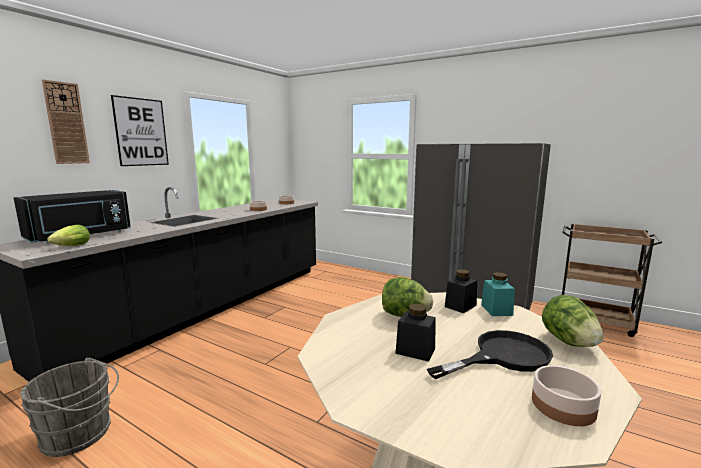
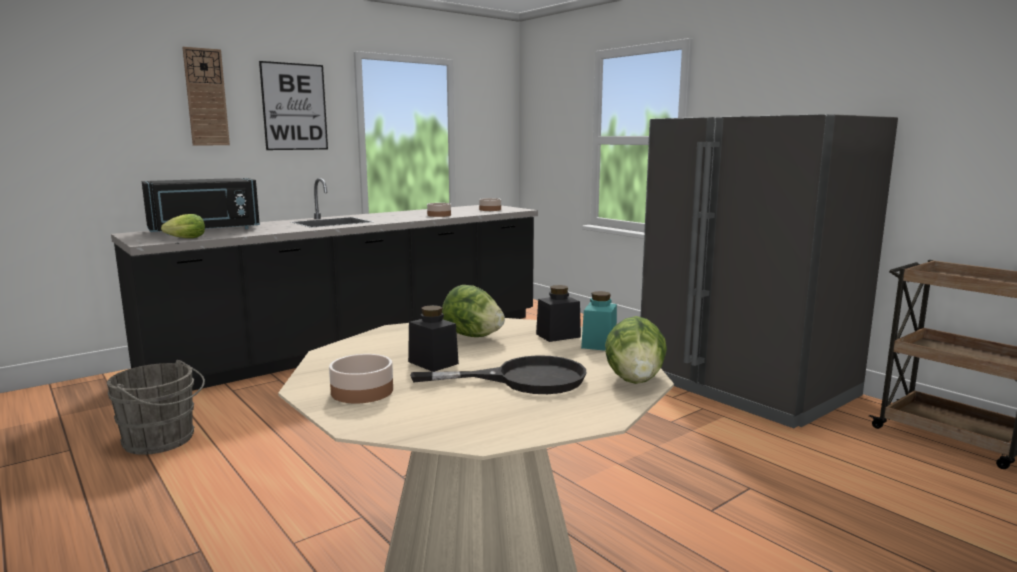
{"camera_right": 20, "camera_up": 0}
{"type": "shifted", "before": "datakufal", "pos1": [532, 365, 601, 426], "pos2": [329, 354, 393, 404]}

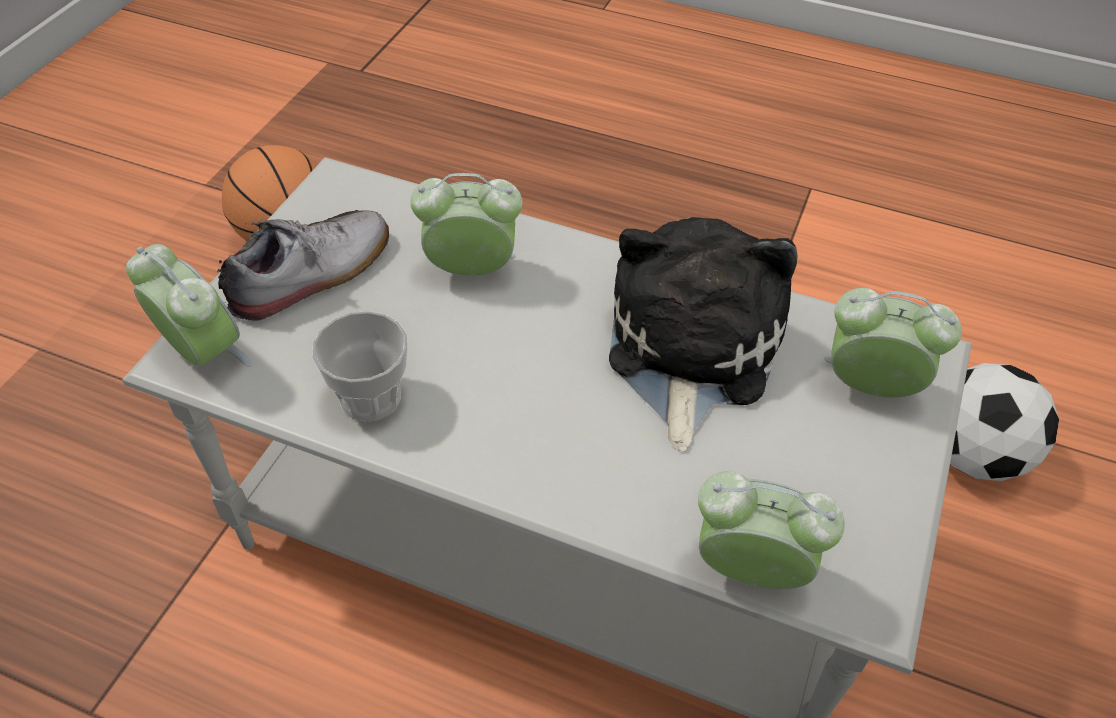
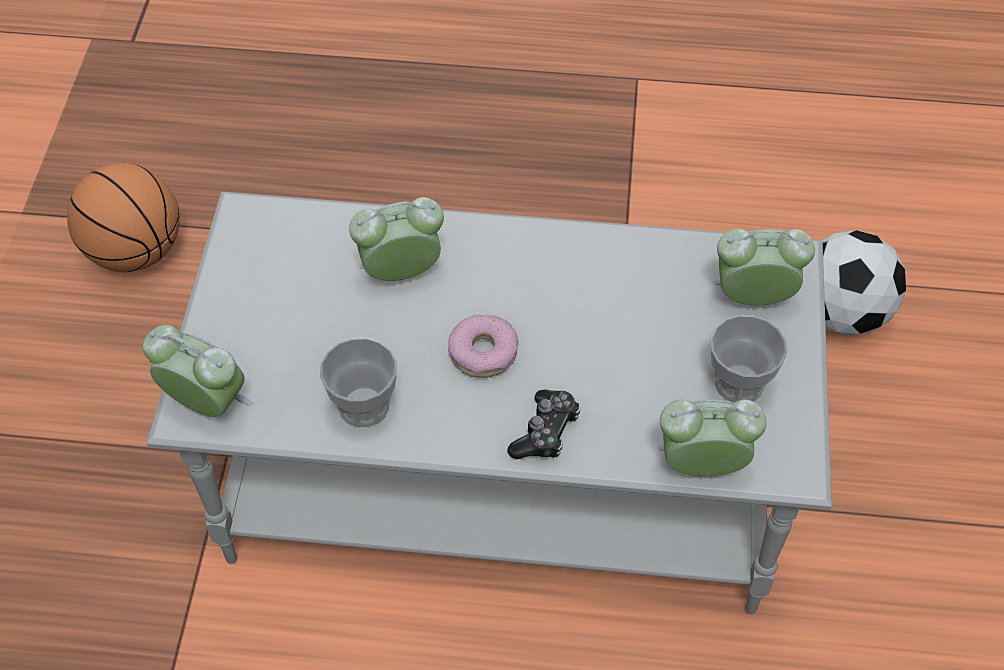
{"camera_right": -15, "camera_up": 5}
{"type": "new", "after": "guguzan", "pos2": [448, 315, 519, 378]}
{"type": "new", "after": "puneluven", "pos2": [507, 389, 581, 459]}
{"type": "new", "after": "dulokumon", "pos2": [710, 315, 787, 402]}
{"type": "gone", "before": "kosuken", "pos1": [217, 210, 389, 322]}
{"type": "gone", "before": "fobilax", "pos1": [609, 217, 797, 451]}

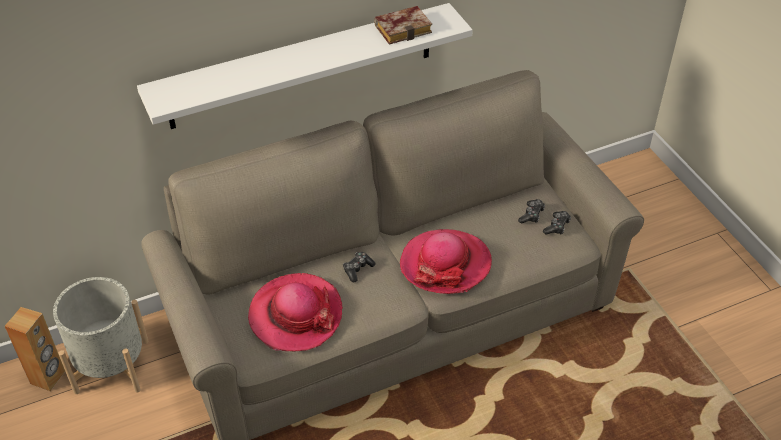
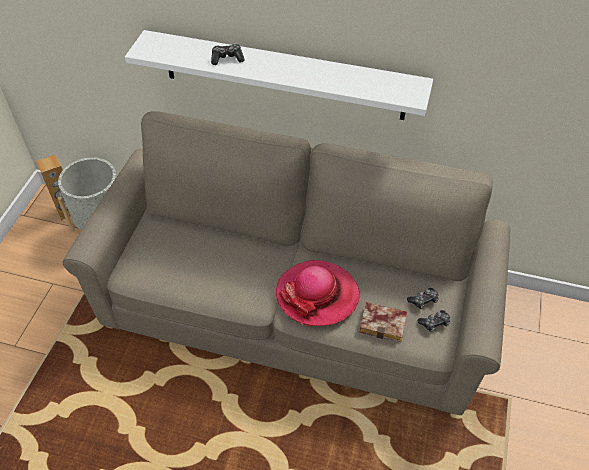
{"camera_right": 40, "camera_up": 5}
{"type": "shifted", "before": "puneluven", "pos1": [343, 252, 376, 282], "pos2": [211, 44, 245, 65]}
{"type": "shifted", "before": "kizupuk", "pos1": [374, 6, 432, 45], "pos2": [359, 302, 407, 342]}
{"type": "gone", "before": "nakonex", "pos1": [248, 273, 343, 351]}

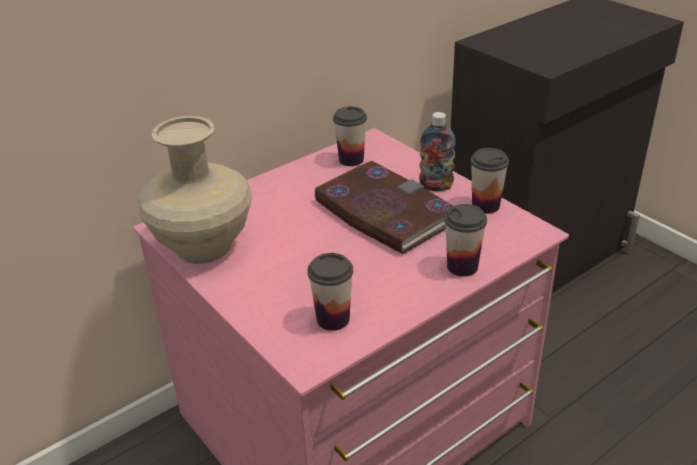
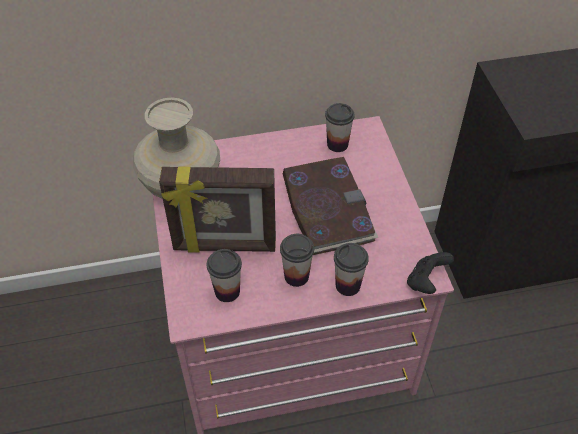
{"camera_right": 25, "camera_up": 15}
{"type": "new", "after": "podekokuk", "pos2": [159, 167, 276, 253]}
{"type": "shifted", "before": "dulokumon", "pos1": [470, 148, 509, 214], "pos2": [280, 234, 314, 287]}
{"type": "new", "after": "puneluven (black)", "pos2": [407, 252, 454, 294]}
{"type": "gone", "before": "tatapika", "pos1": [419, 112, 456, 191]}

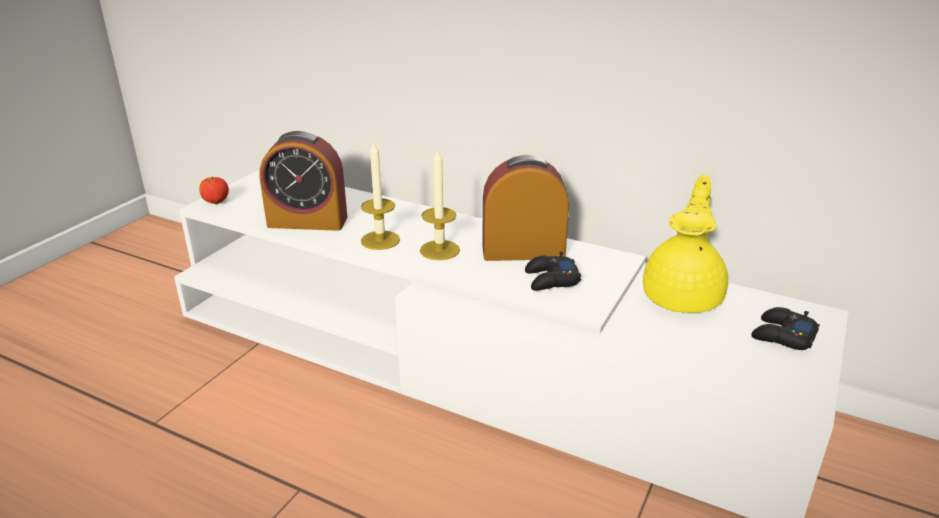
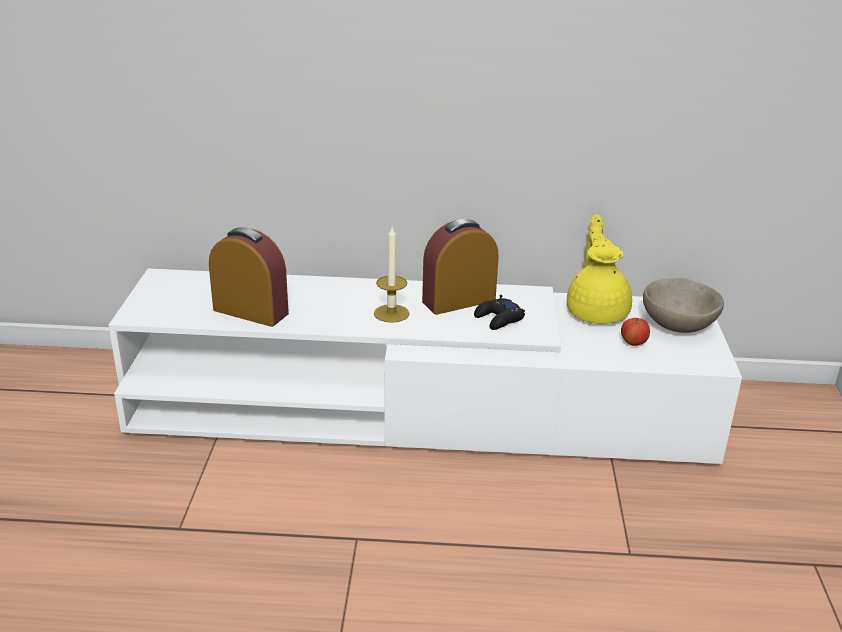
{"camera_right": -25, "camera_up": 0}
{"type": "rotated", "before": "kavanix", "pos1": [260, 131, 347, 231], "pos2": [209, 227, 289, 327], "turn": -135}
{"type": "shifted", "before": "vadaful", "pos1": [199, 176, 229, 204], "pos2": [621, 318, 650, 346]}
{"type": "swapped", "before": "puneluven (black)", "after": "datakufal (beige)", "pos1": [751, 307, 820, 350], "pos2": [643, 278, 724, 333]}
{"type": "gone", "before": "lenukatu", "pos1": [361, 141, 400, 250]}

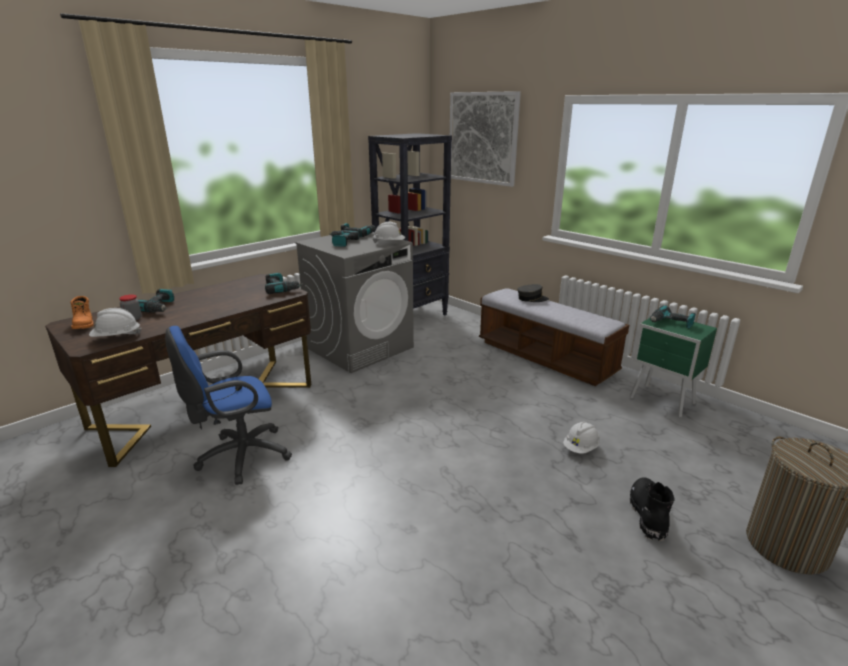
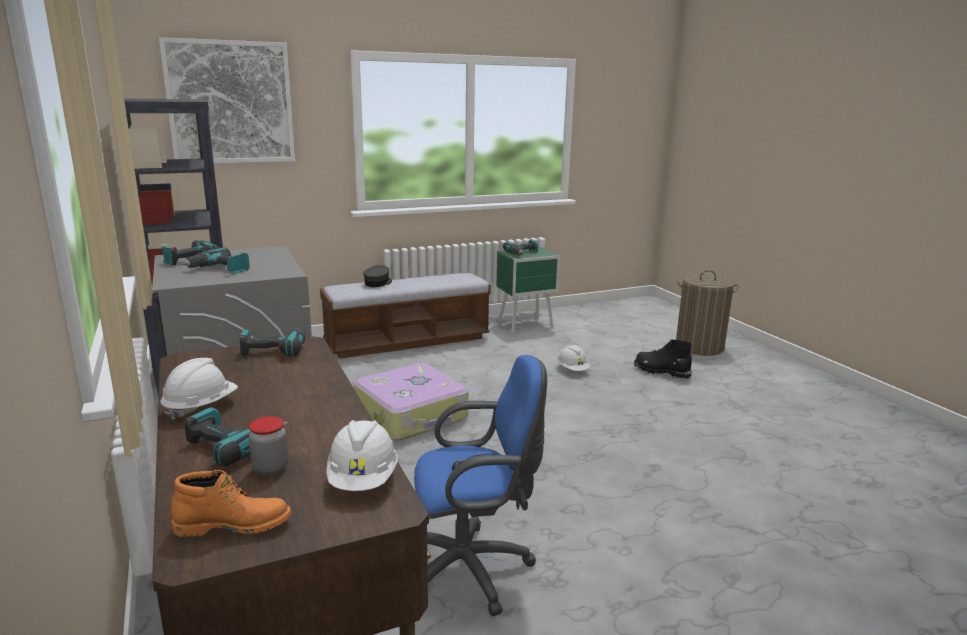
{"camera_right": -70, "camera_up": -5}
{"type": "shifted", "before": "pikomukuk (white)", "pos1": [373, 222, 405, 243], "pos2": [160, 358, 238, 421]}
{"type": "new", "after": "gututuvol", "pos2": [354, 363, 468, 440]}
{"type": "rotated", "before": "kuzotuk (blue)", "pos1": [165, 326, 292, 485], "pos2": [414, 355, 547, 616], "turn": -90}

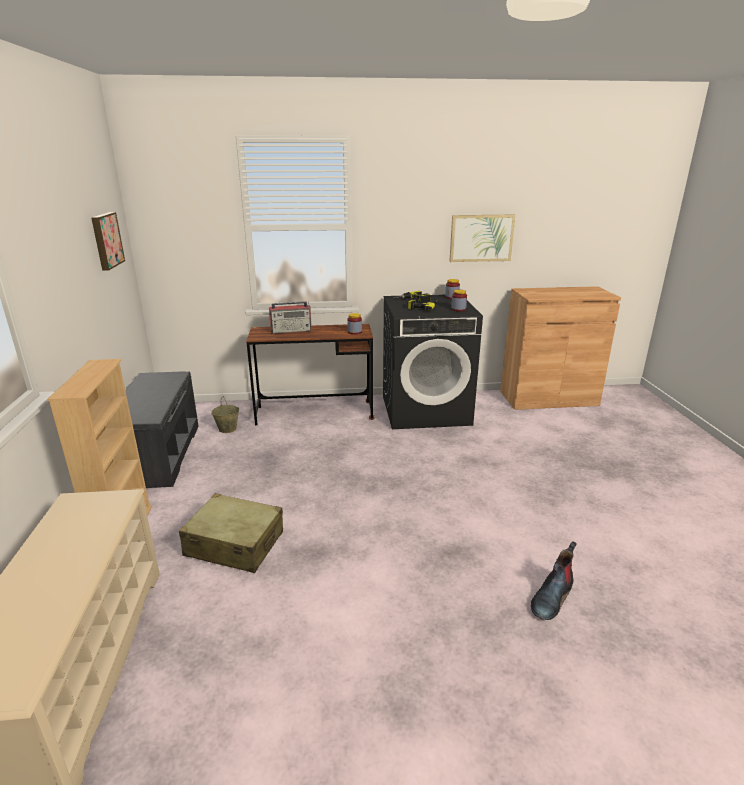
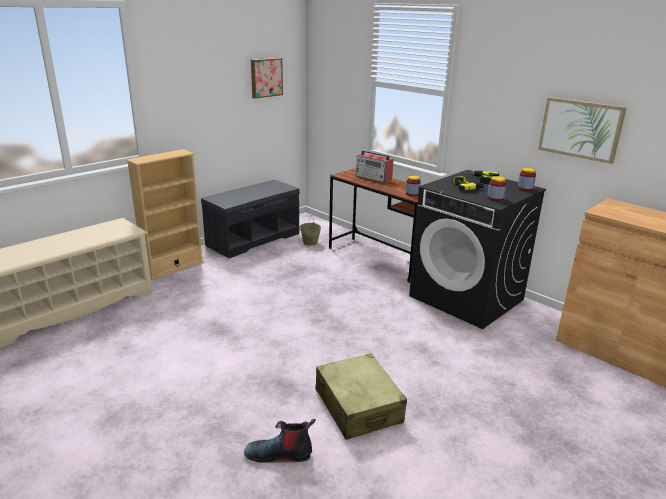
{"camera_right": 50, "camera_up": 0}
{"type": "shifted", "before": "gututuvol (beige)", "pos1": [179, 493, 283, 573], "pos2": [316, 354, 407, 440]}

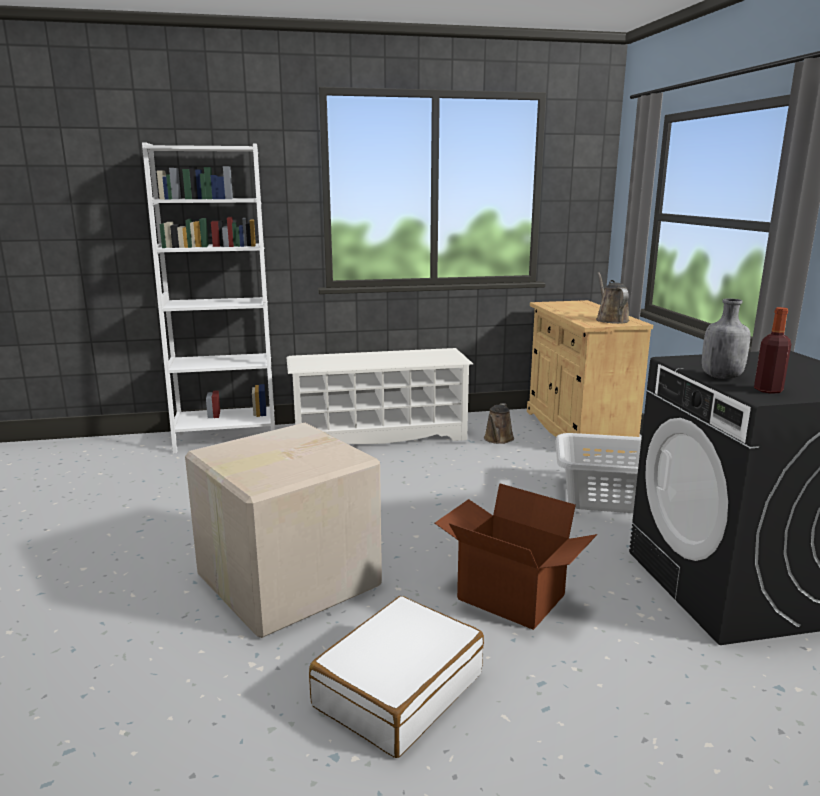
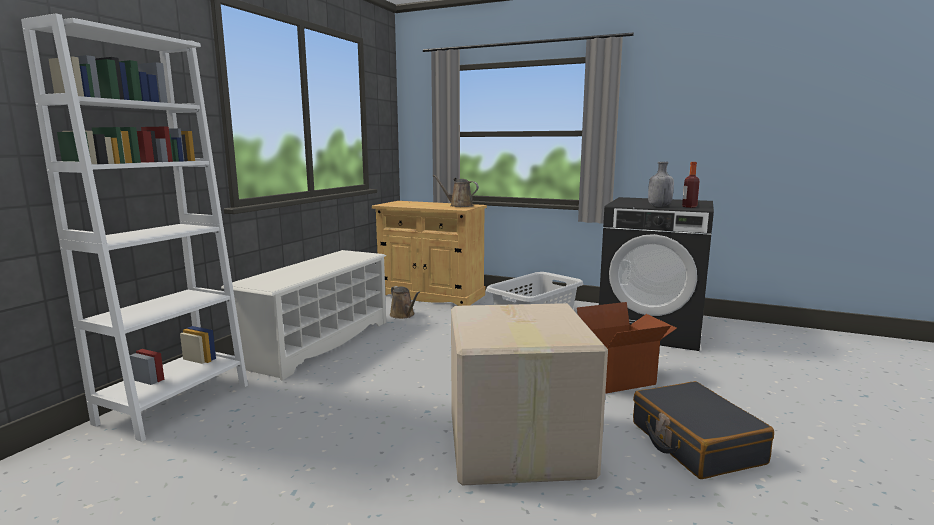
{"camera_right": -55, "camera_up": -5}
{"type": "repainted", "before": "gututuvol (white)", "after": "gututuvol (black)", "pos1": [309, 596, 484, 758], "pos2": [633, 381, 774, 479]}

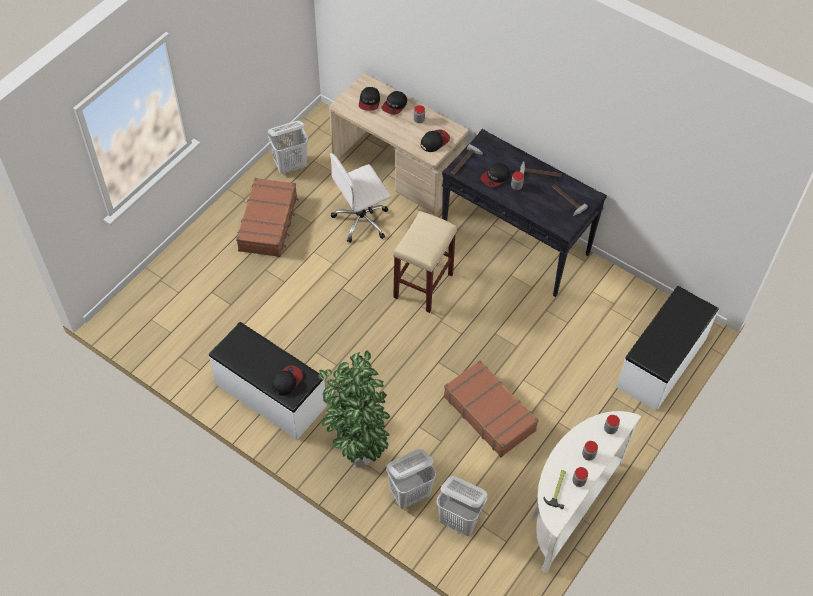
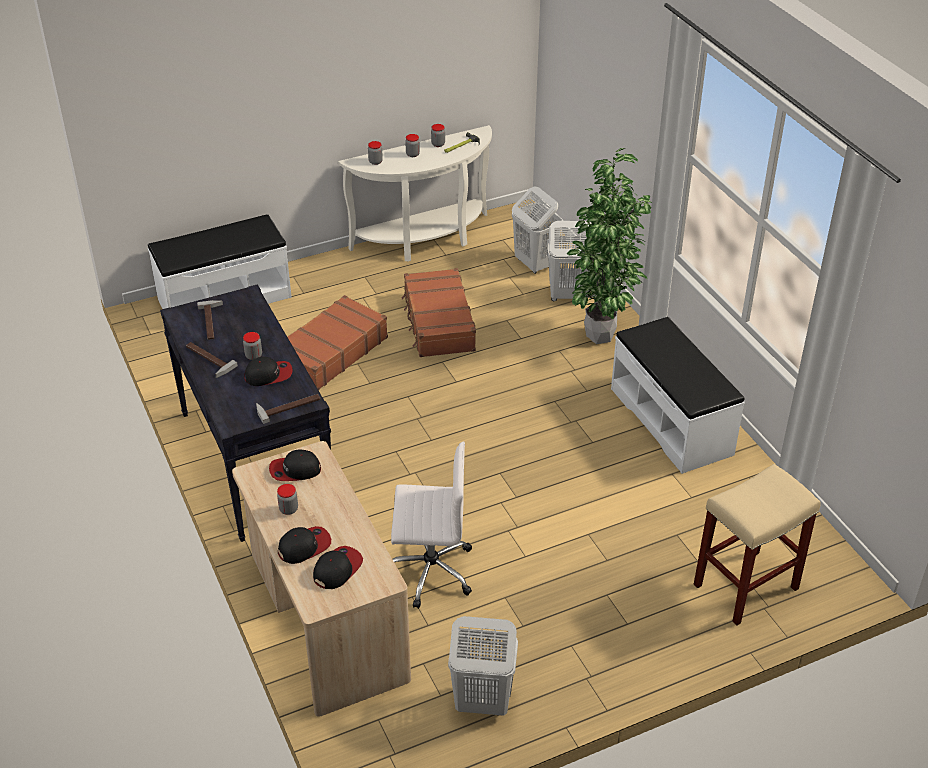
{"camera_right": -150, "camera_up": -15}
{"type": "shifted", "before": "gututuvol (brown)", "pos1": [236, 178, 299, 257], "pos2": [288, 295, 388, 390]}
{"type": "shifted", "before": "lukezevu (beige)", "pos1": [393, 211, 457, 313], "pos2": [694, 464, 820, 625]}
{"type": "gone", "before": "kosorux", "pos1": [272, 365, 303, 396]}

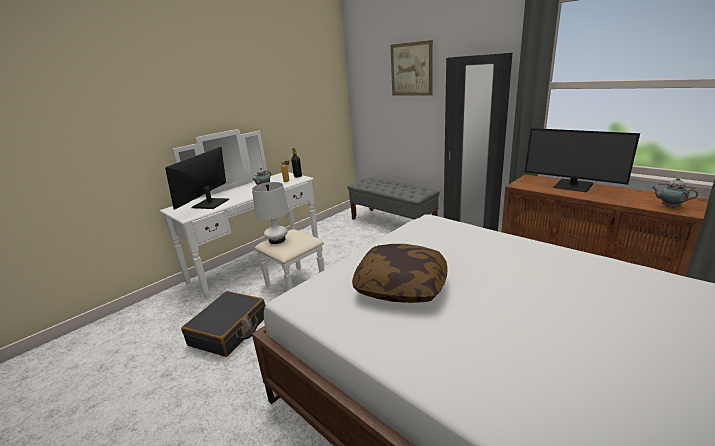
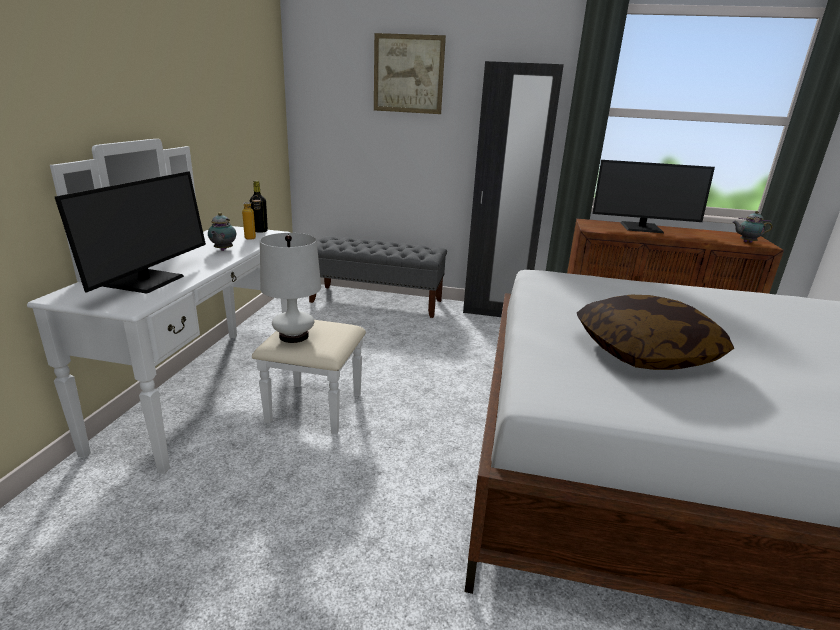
{"camera_right": -35, "camera_up": 0}
{"type": "rotated", "before": "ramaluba", "pos1": [165, 147, 229, 210], "pos2": [55, 171, 206, 294], "turn": -150}
{"type": "gone", "before": "gututuvol (black)", "pos1": [181, 291, 265, 357]}

